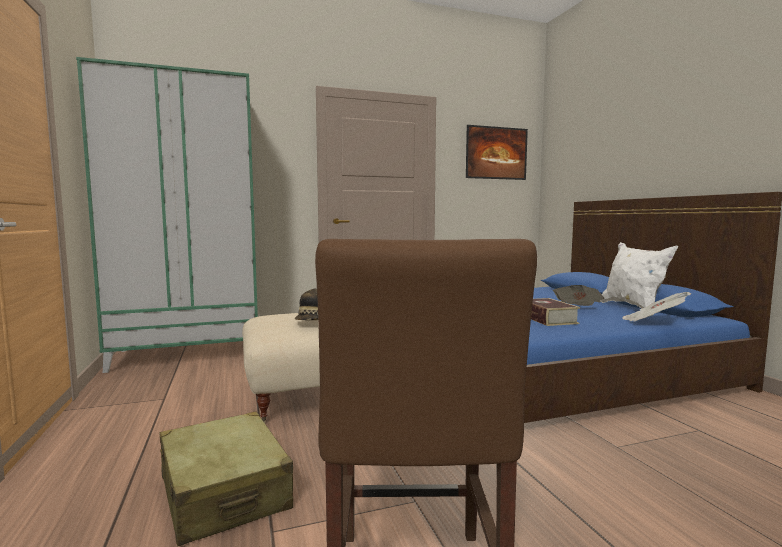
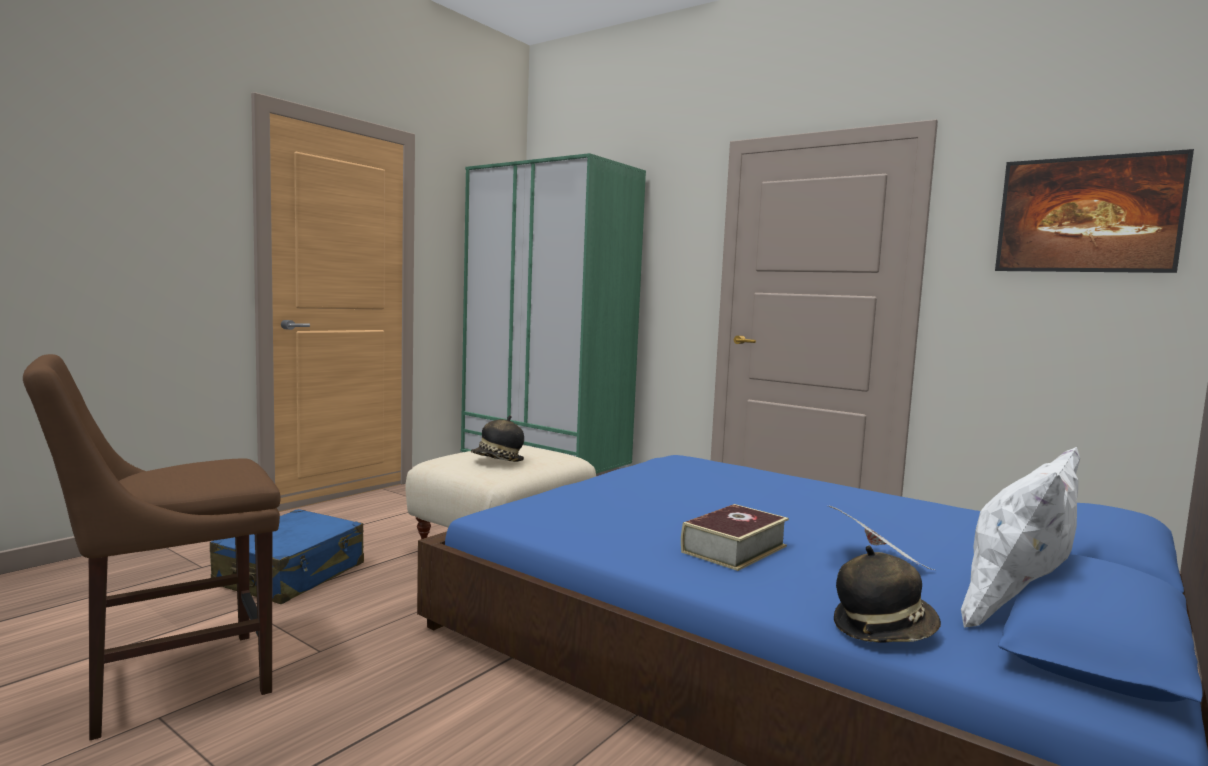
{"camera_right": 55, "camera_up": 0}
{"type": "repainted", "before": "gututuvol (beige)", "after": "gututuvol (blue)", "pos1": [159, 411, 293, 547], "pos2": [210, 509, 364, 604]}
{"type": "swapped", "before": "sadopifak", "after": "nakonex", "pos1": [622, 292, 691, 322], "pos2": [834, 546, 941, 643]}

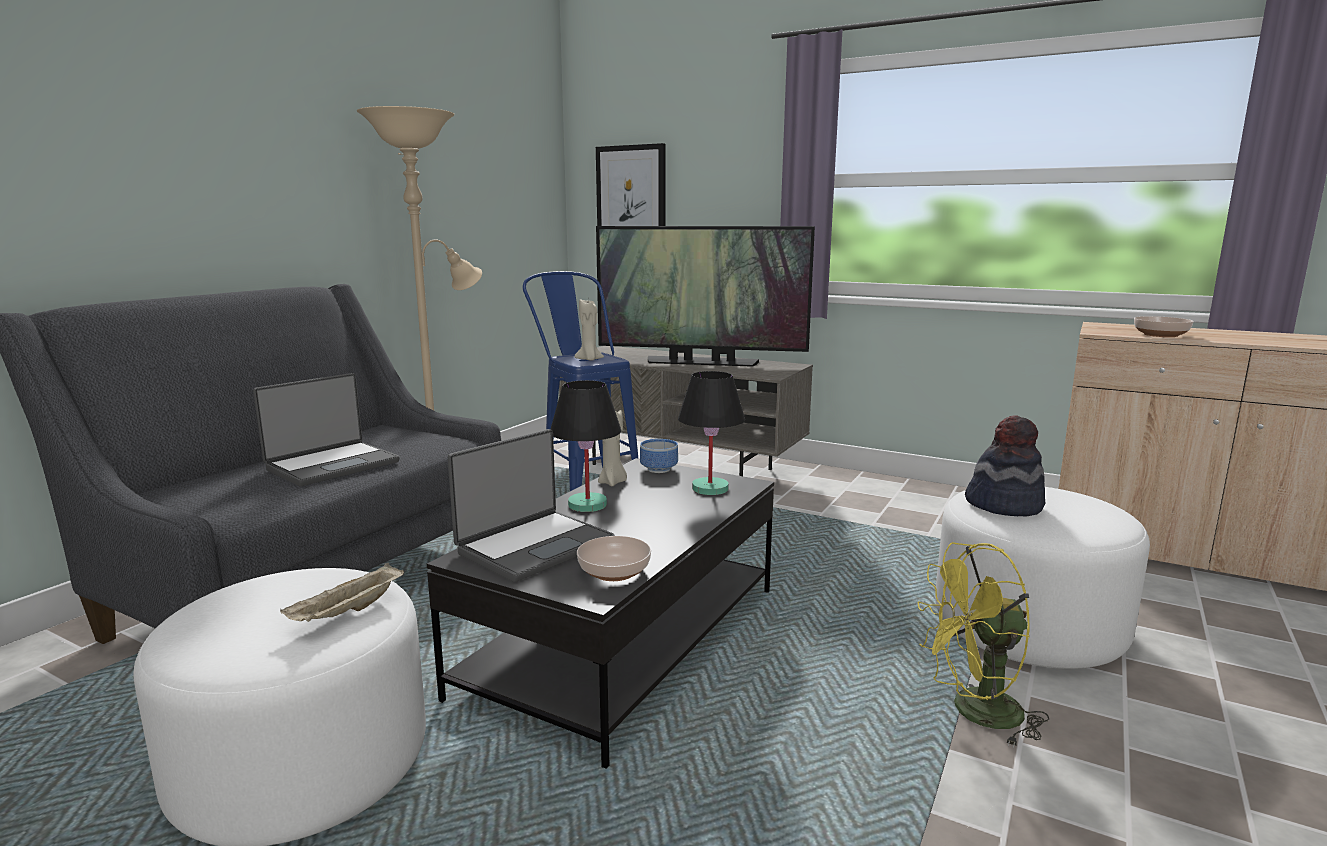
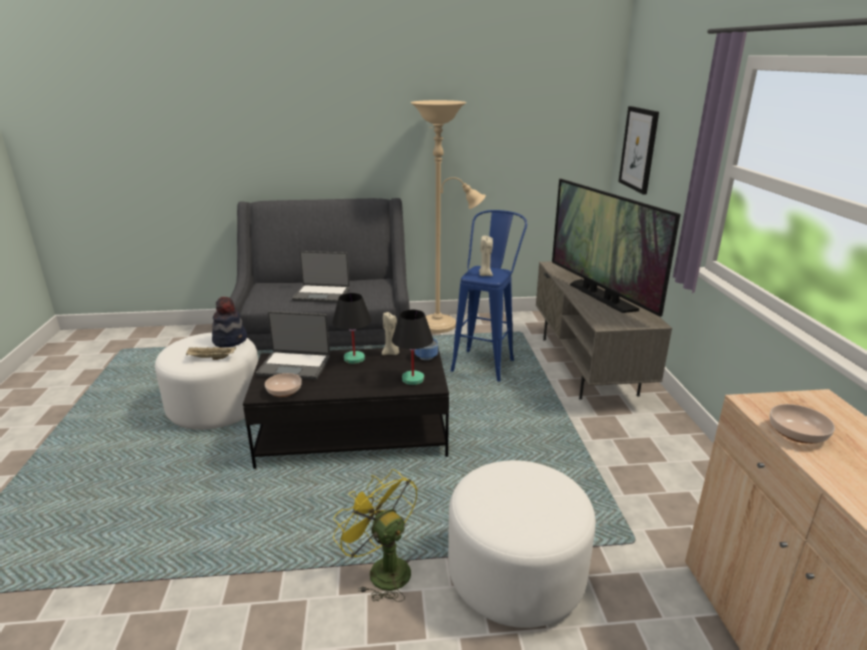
{"camera_right": 55, "camera_up": 10}
{"type": "shifted", "before": "nakonex", "pos1": [965, 415, 1045, 517], "pos2": [212, 297, 247, 348]}

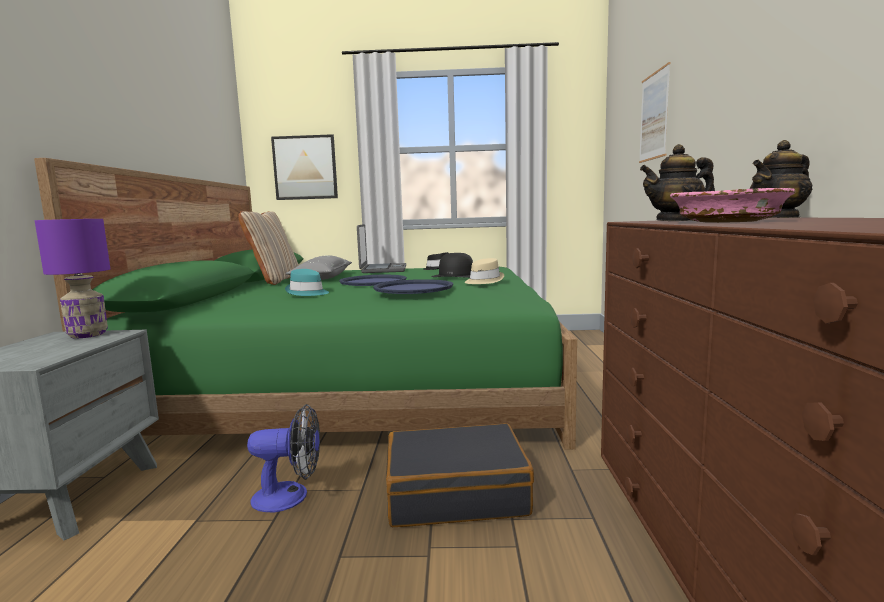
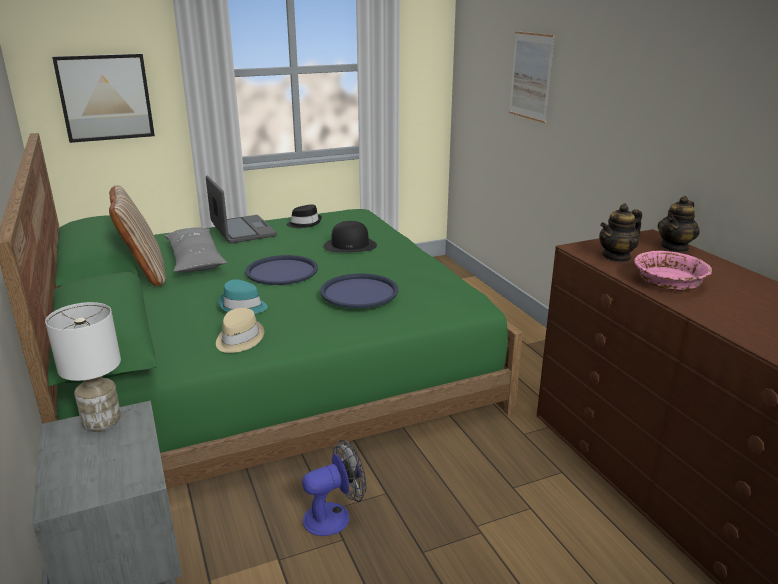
{"camera_right": -25, "camera_up": 15}
{"type": "repainted", "before": "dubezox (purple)", "after": "dubezox (white)", "pos1": [35, 219, 110, 338], "pos2": [45, 302, 121, 432]}
{"type": "shifted", "before": "nakonex (beige)", "pos1": [465, 258, 504, 284], "pos2": [216, 308, 264, 353]}
{"type": "gone", "before": "gututuvol (black)", "pos1": [386, 423, 534, 527]}

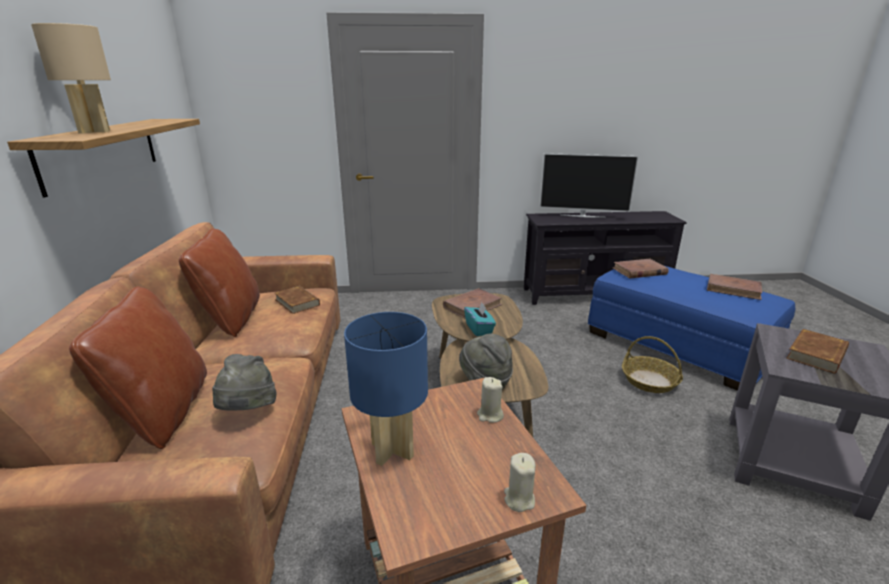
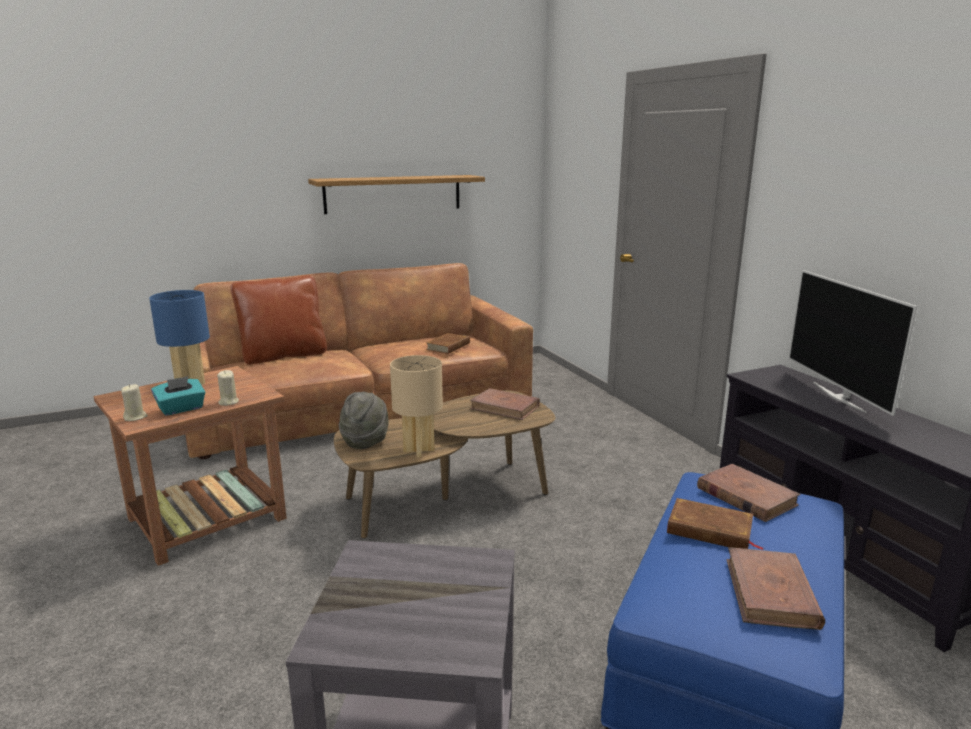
{"camera_right": 70, "camera_up": -5}
{"type": "shifted", "before": "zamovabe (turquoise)", "pos1": [464, 302, 496, 336], "pos2": [151, 376, 205, 416]}
{"type": "shifted", "before": "dubezox (beige)", "pos1": [31, 23, 111, 134], "pos2": [390, 355, 443, 458]}
{"type": "shifted", "before": "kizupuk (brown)", "pos1": [786, 329, 849, 374], "pos2": [667, 498, 763, 550]}
{"type": "gone", "before": "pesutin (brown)", "pos1": [179, 228, 260, 337]}
{"type": "gone", "before": "nakonex (grey)", "pos1": [213, 354, 276, 411]}
{"type": "gone", "before": "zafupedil", "pos1": [622, 336, 683, 393]}

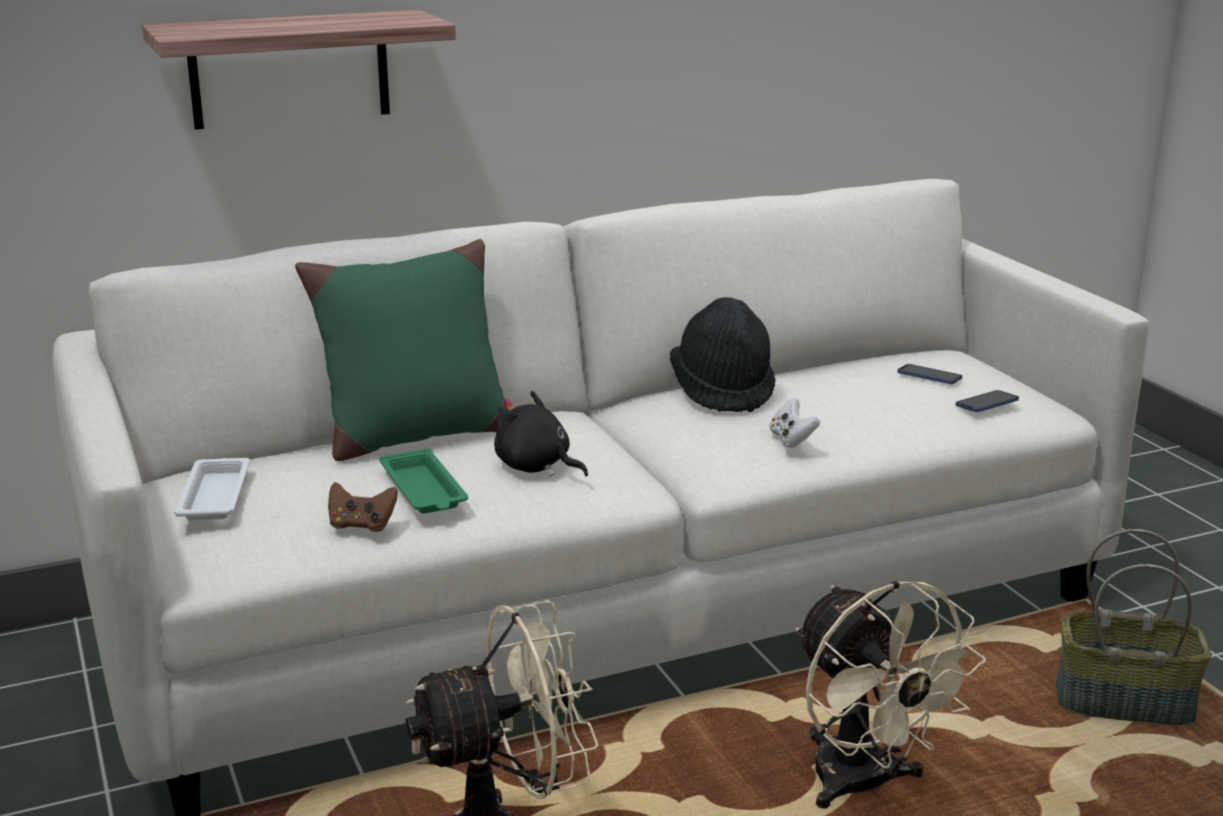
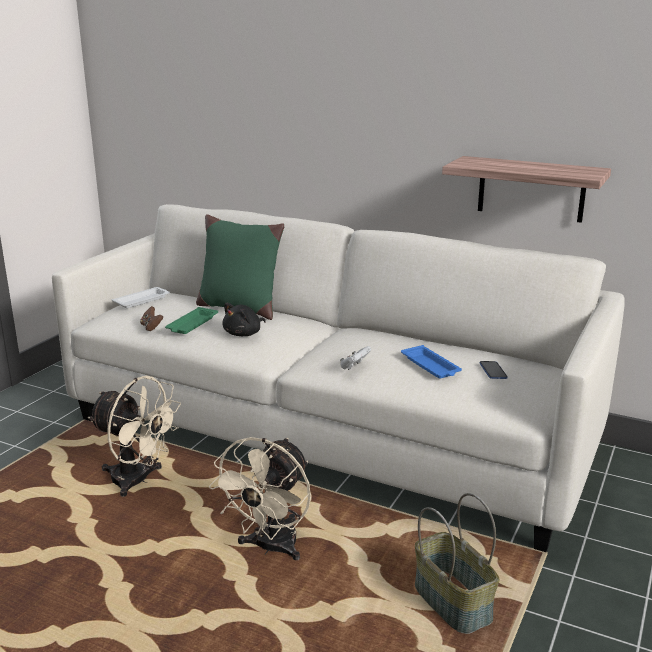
{"camera_right": 50, "camera_up": 0}
{"type": "rotated", "before": "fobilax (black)", "pos1": [494, 391, 588, 476], "pos2": [222, 303, 266, 336], "turn": -135}
{"type": "new", "after": "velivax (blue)", "pos2": [401, 345, 462, 378]}
{"type": "shifted", "before": "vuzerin", "pos1": [142, 10, 456, 130], "pos2": [442, 156, 611, 223]}
{"type": "gone", "before": "nakonex (black)", "pos1": [670, 297, 776, 412]}
{"type": "gone", "before": "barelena", "pos1": [956, 390, 1019, 412]}

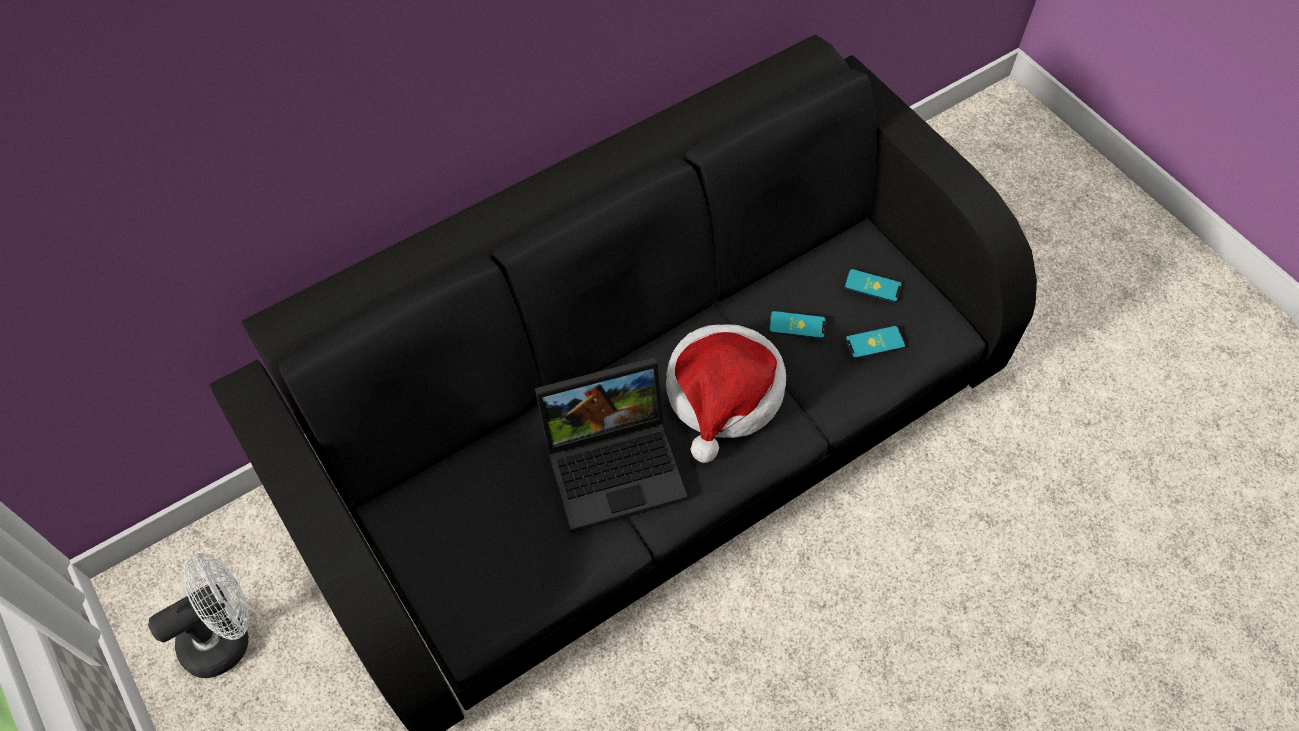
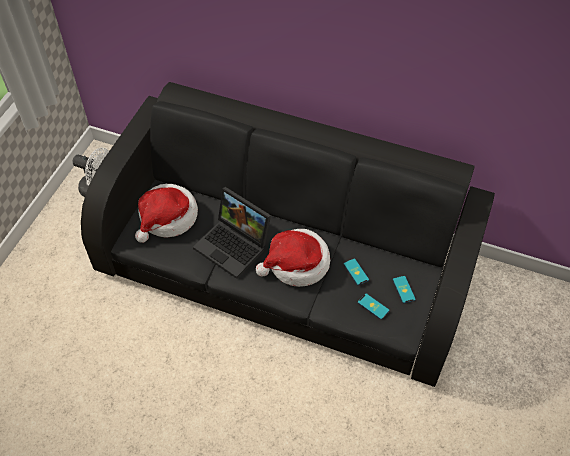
{"camera_right": 55, "camera_up": -5}
{"type": "new", "after": "nakonex", "pos2": [135, 184, 198, 243]}

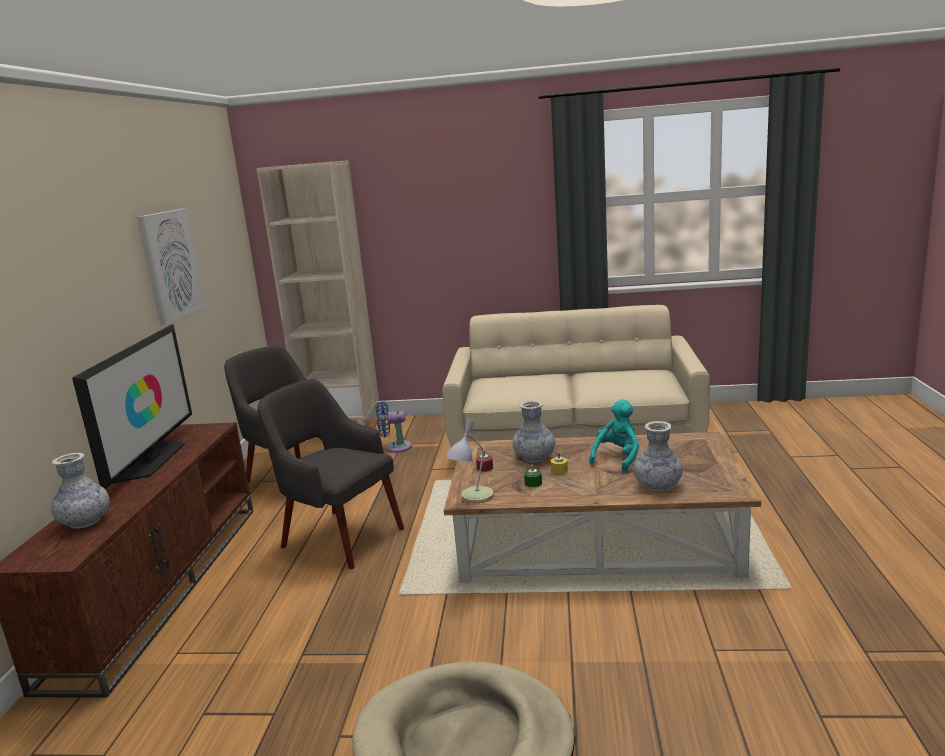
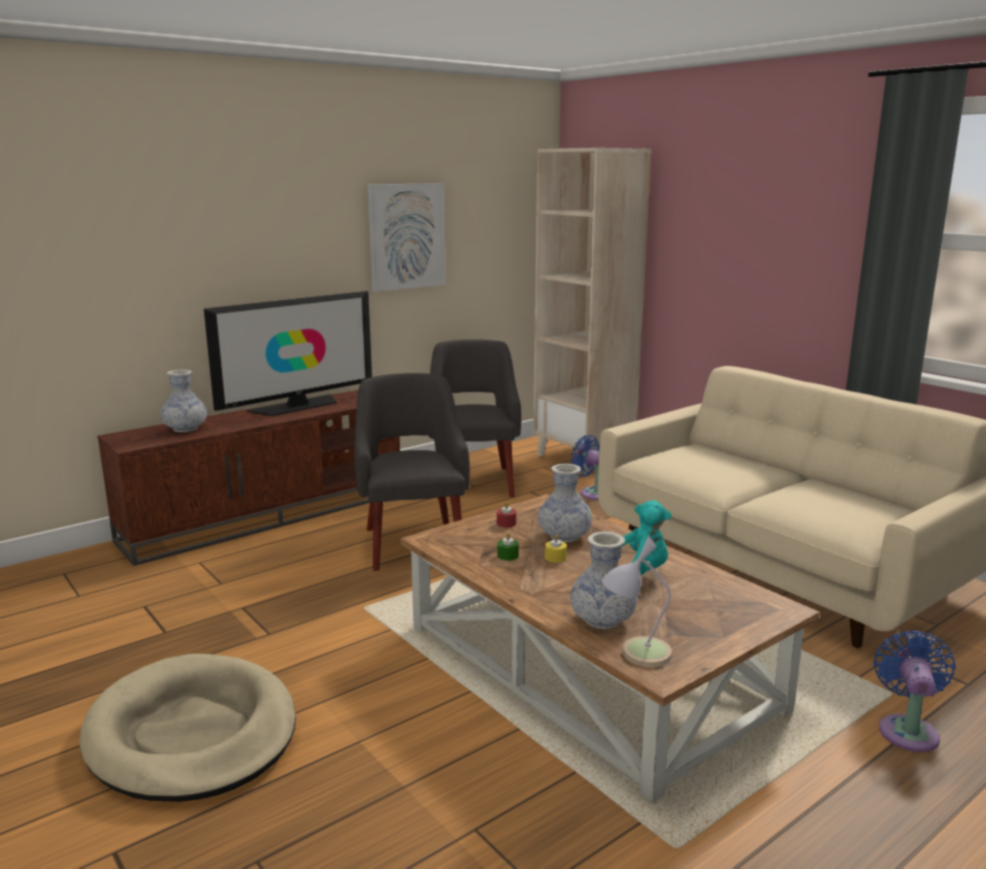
{"camera_right": 45, "camera_up": 0}
{"type": "shifted", "before": "dubezox", "pos1": [446, 418, 494, 504], "pos2": [602, 535, 672, 667]}
{"type": "new", "after": "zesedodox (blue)", "pos2": [874, 631, 956, 752]}

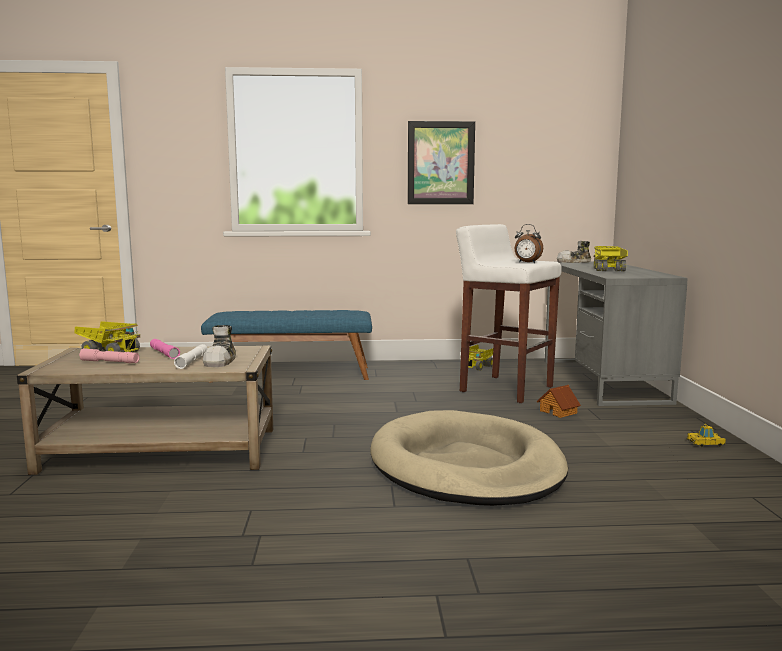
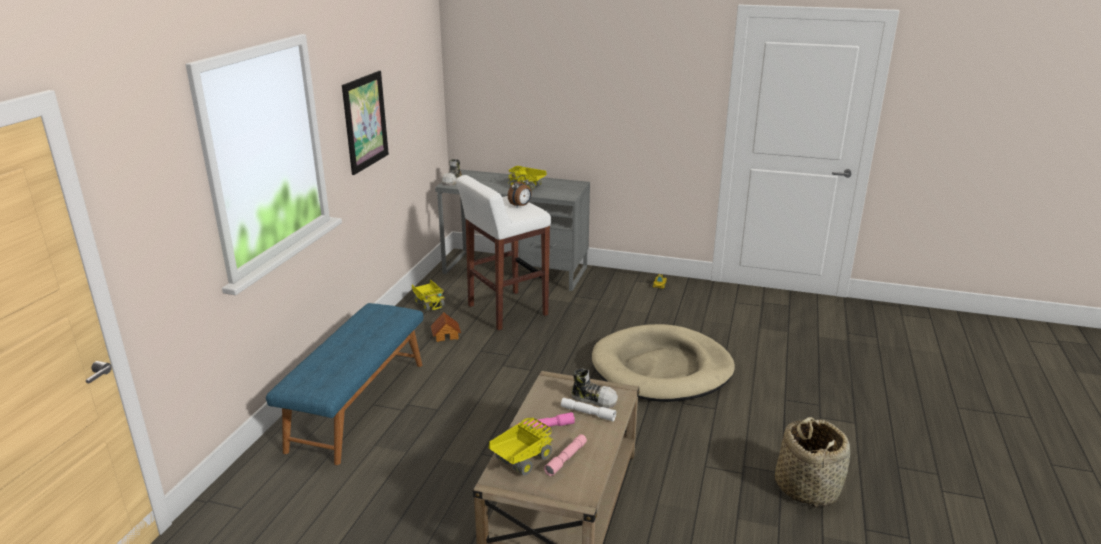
{"camera_right": -70, "camera_up": 15}
{"type": "shifted", "before": "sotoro", "pos1": [537, 385, 581, 418], "pos2": [431, 312, 461, 342]}
{"type": "new", "after": "zafupedil", "pos2": [775, 417, 850, 508]}

